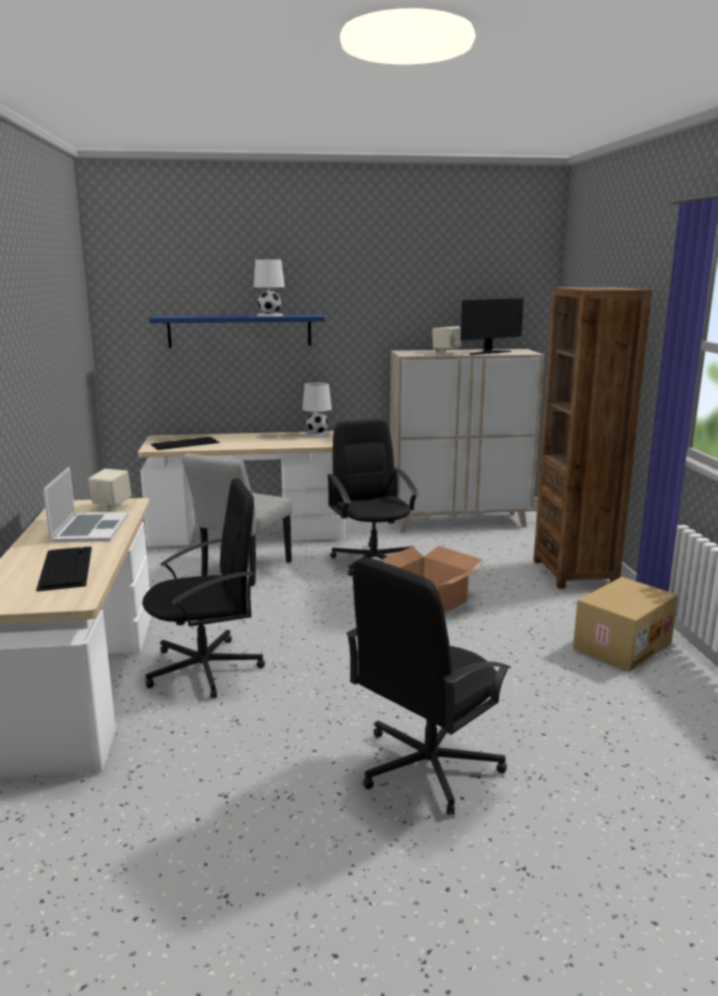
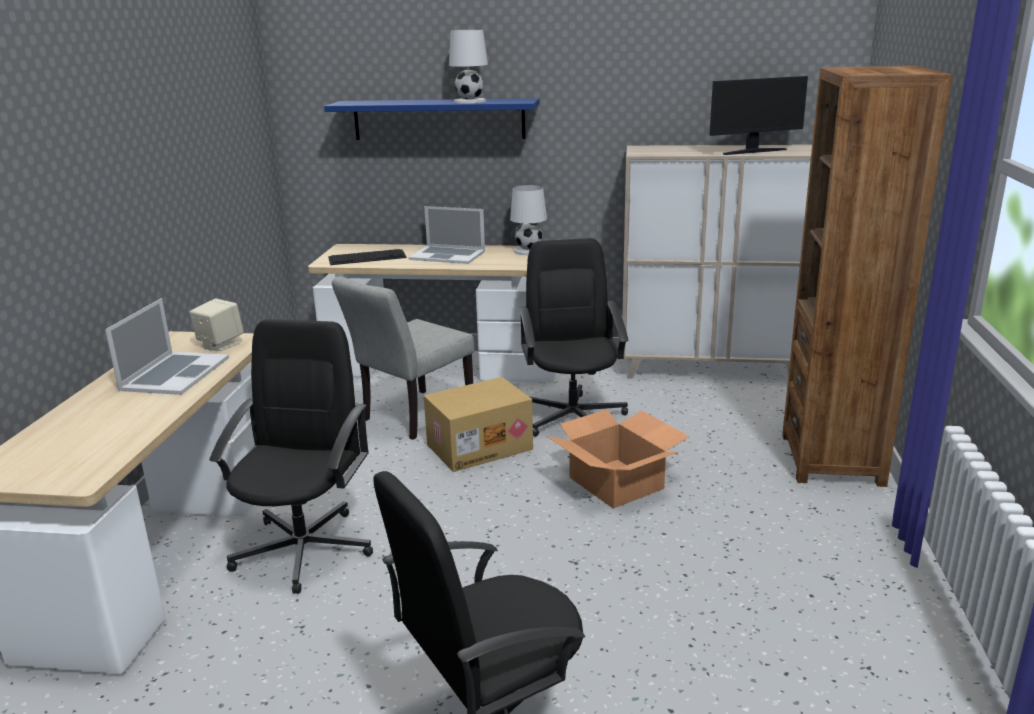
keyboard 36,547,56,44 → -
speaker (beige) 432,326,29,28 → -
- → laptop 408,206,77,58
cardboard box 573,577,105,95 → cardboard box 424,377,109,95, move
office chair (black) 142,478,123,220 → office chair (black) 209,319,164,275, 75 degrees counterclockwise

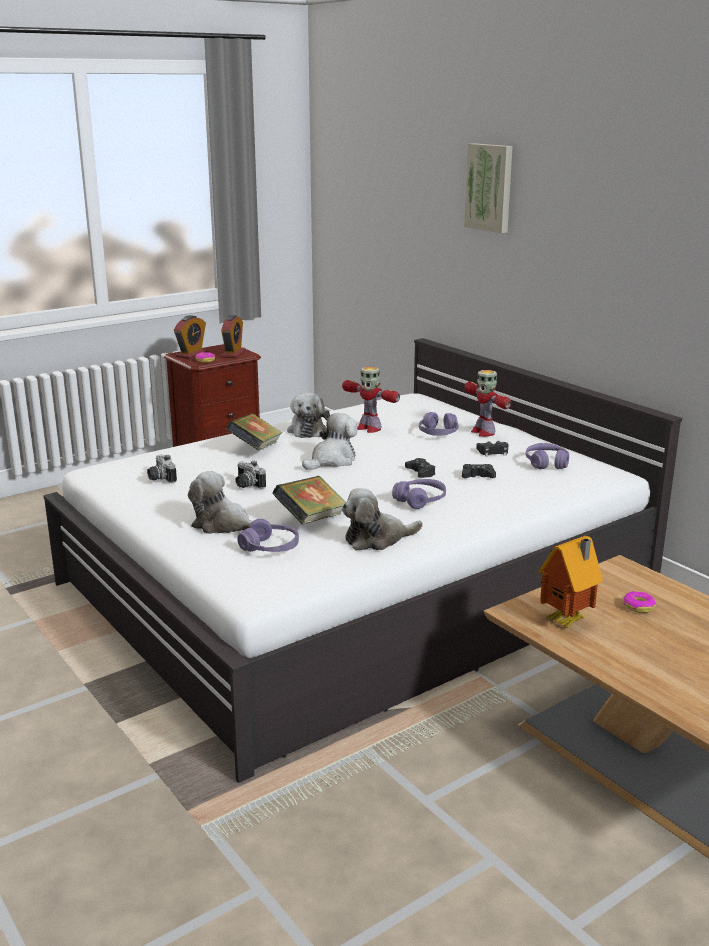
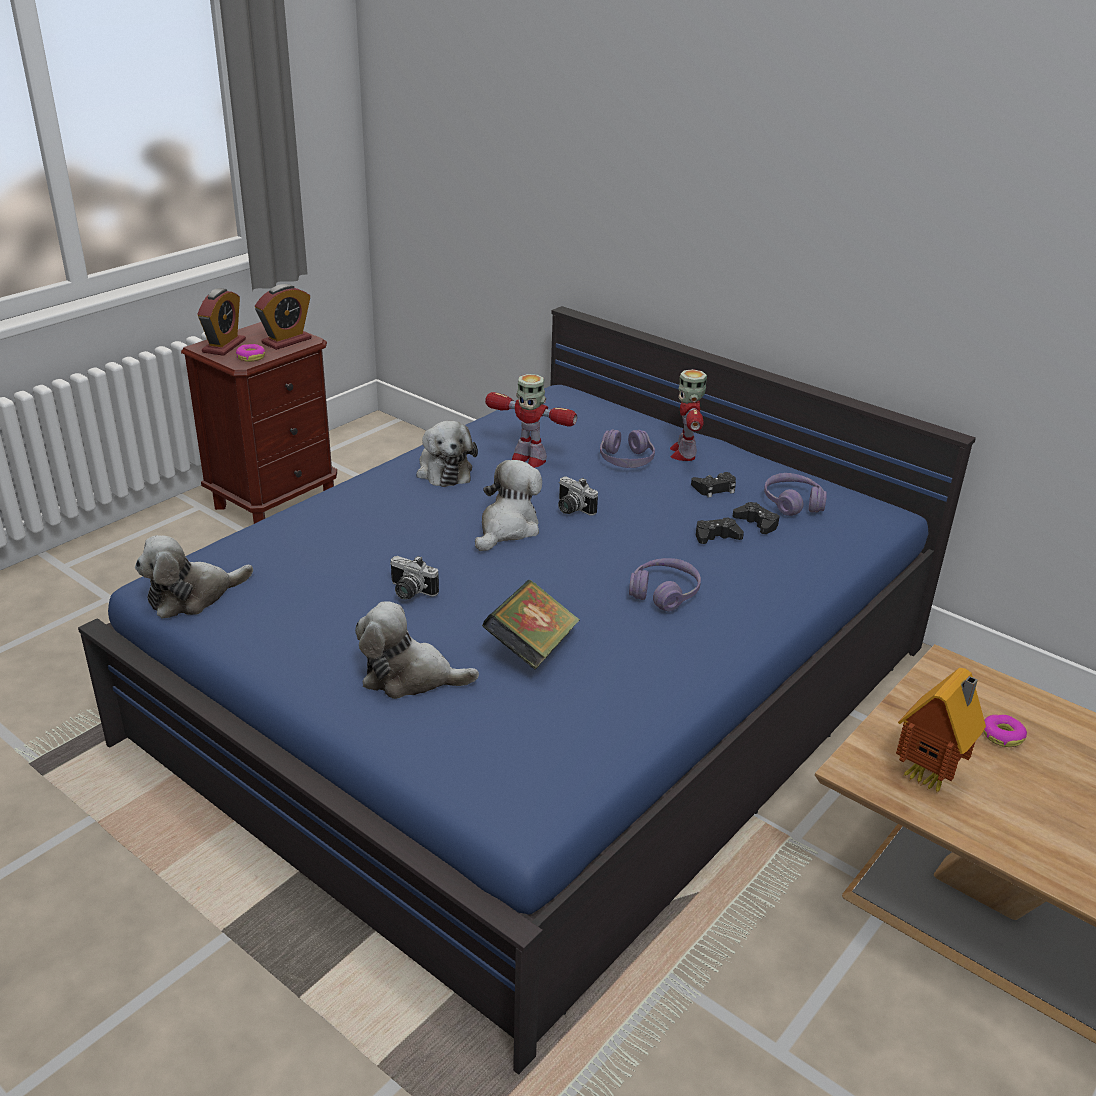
book 226,413,56,38 → -
headphones (purple) 237,519,62,33 → -
picture 464,143,49,90 → -
photo camera 147,455,30,28 → photo camera 558,477,40,39, move
plush toy 341,488,82,62 → plush toy 135,535,118,84, move
game controller (black) 405,458,31,20 → game controller (black) 733,502,47,32, move
bed (white) 43,338,639,445 → bed (blue) 78,306,898,769
alarm clock 221,315,25,43 → alarm clock 255,284,57,66, 45 degrees clockwise
toy robot 464,370,47,67 → toy robot 670,369,37,92, 45 degrees clockwise

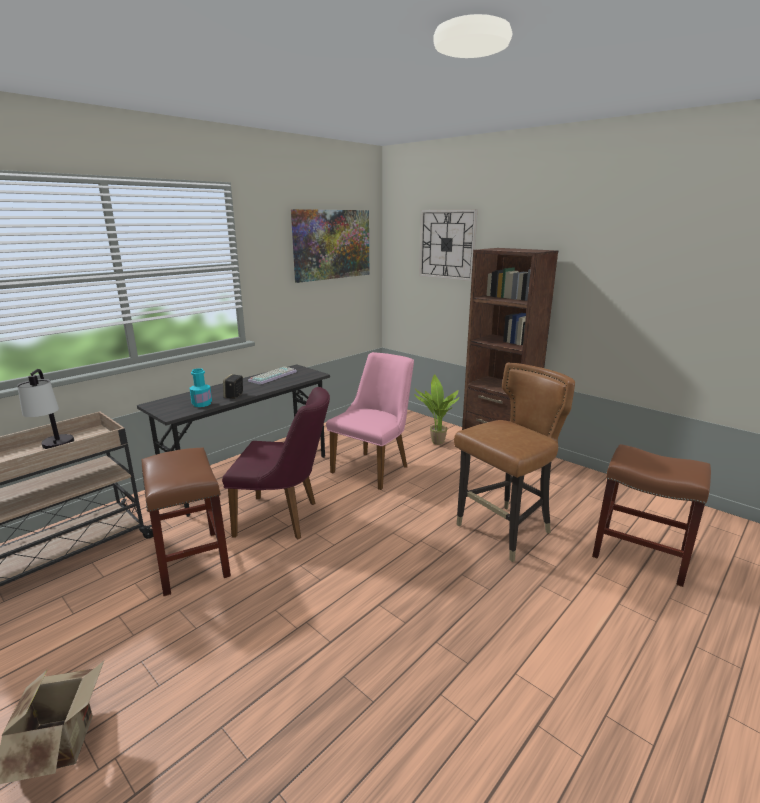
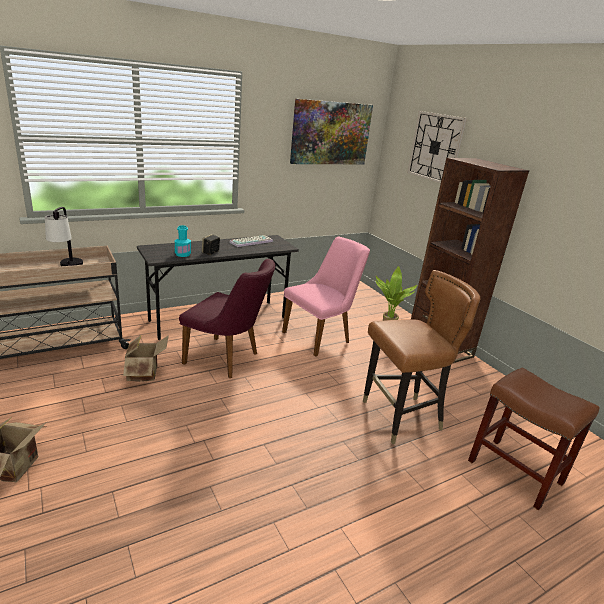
stool (brown) 142,448,89,148 → cardboard box 123,335,46,47

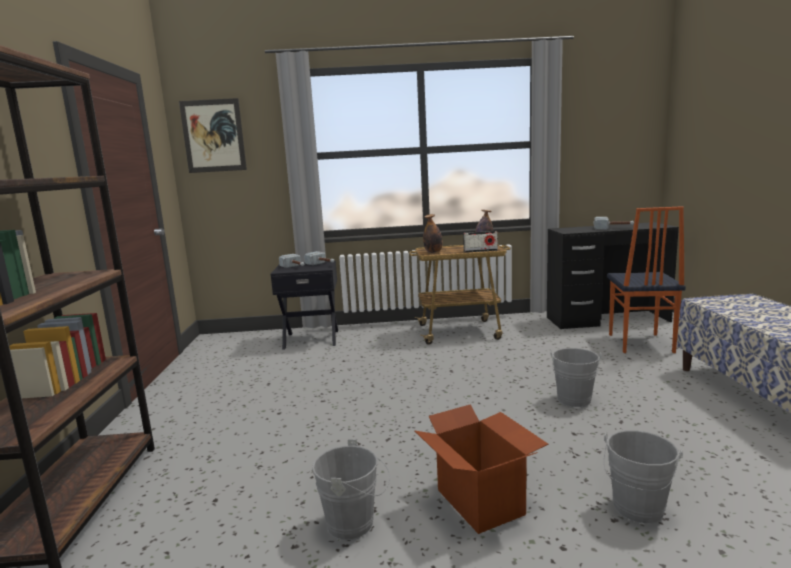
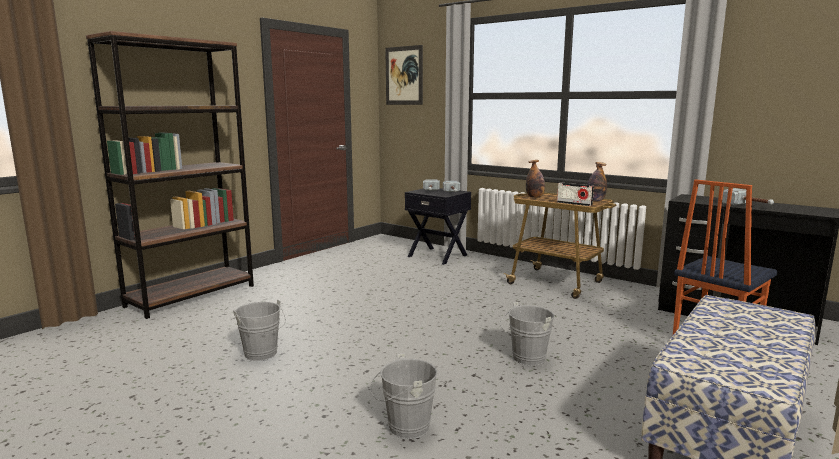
cardboard box 414,404,135,130 → -

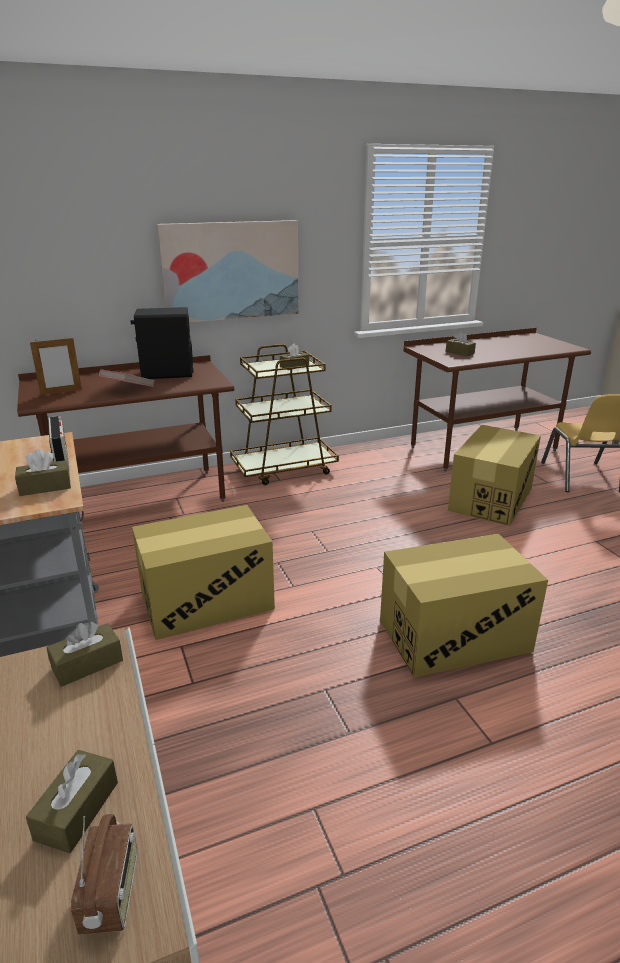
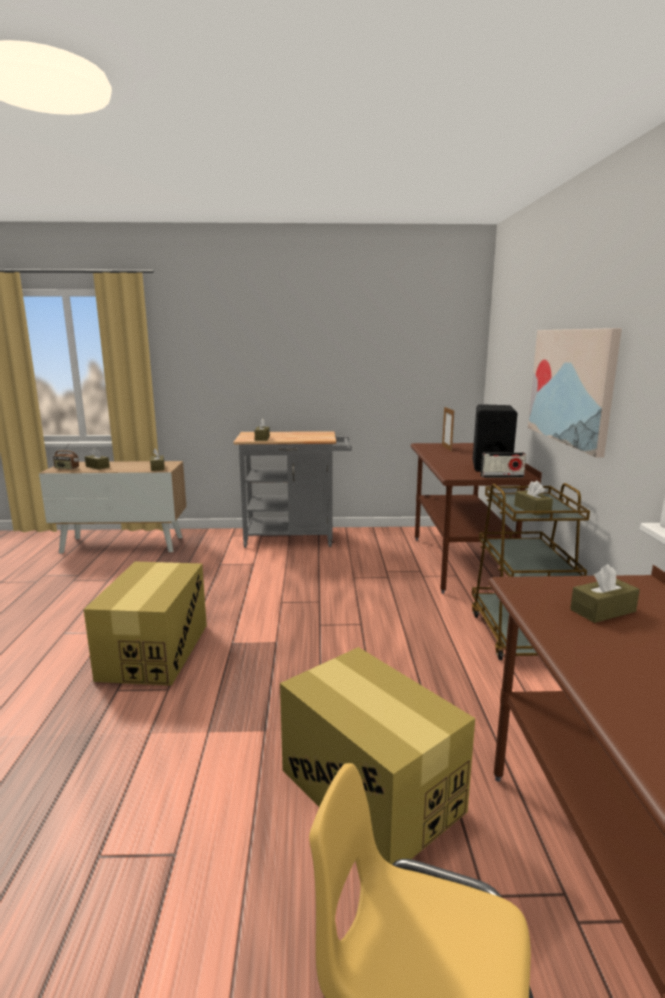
book (pink) 99,369,56,18 → -
cardboard box 132,505,143,135 → -
radio 48,416,22,54 → radio 481,453,45,25, move

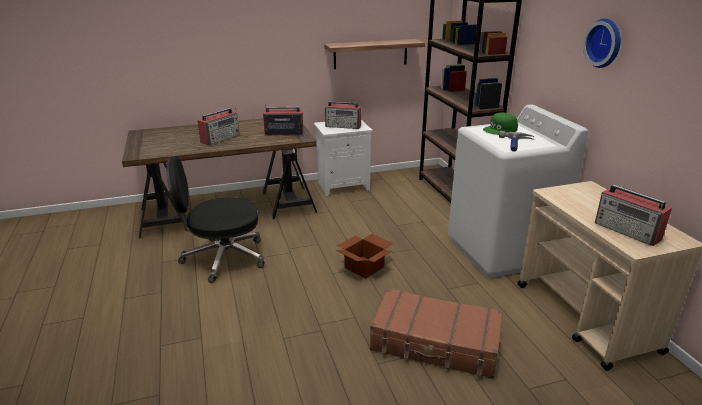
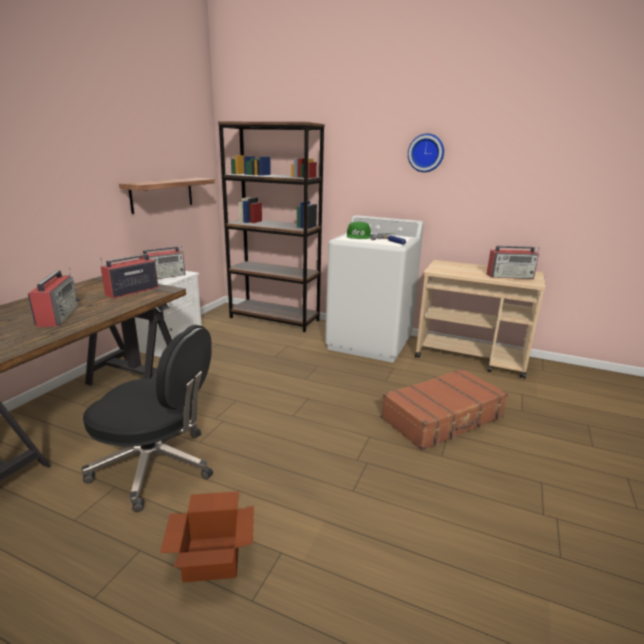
cardboard box 336,234,57,45 → cardboard box 160,491,94,92, move
office chair (black) 166,156,99,127 → office chair (black) 81,325,132,187, 105 degrees counterclockwise

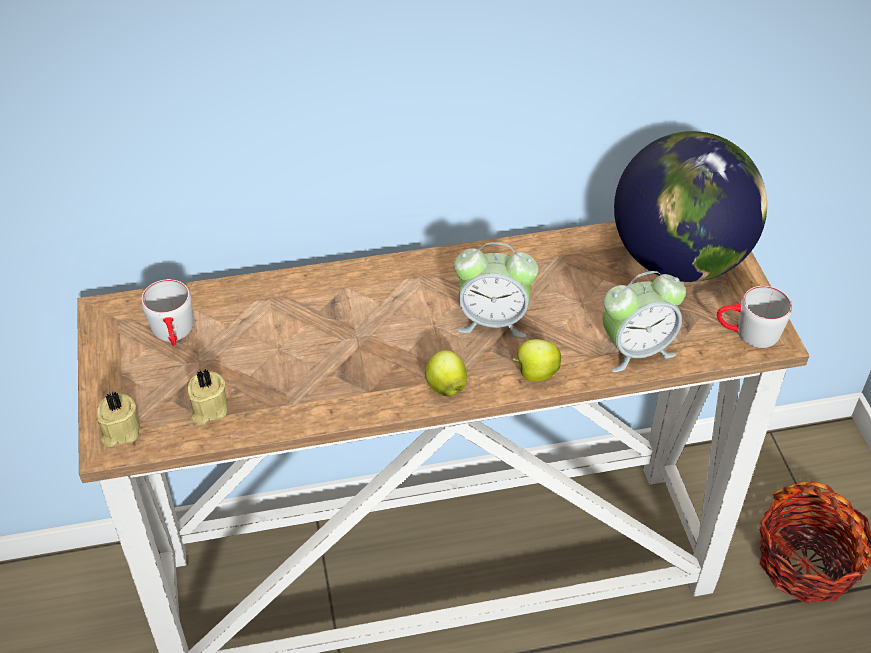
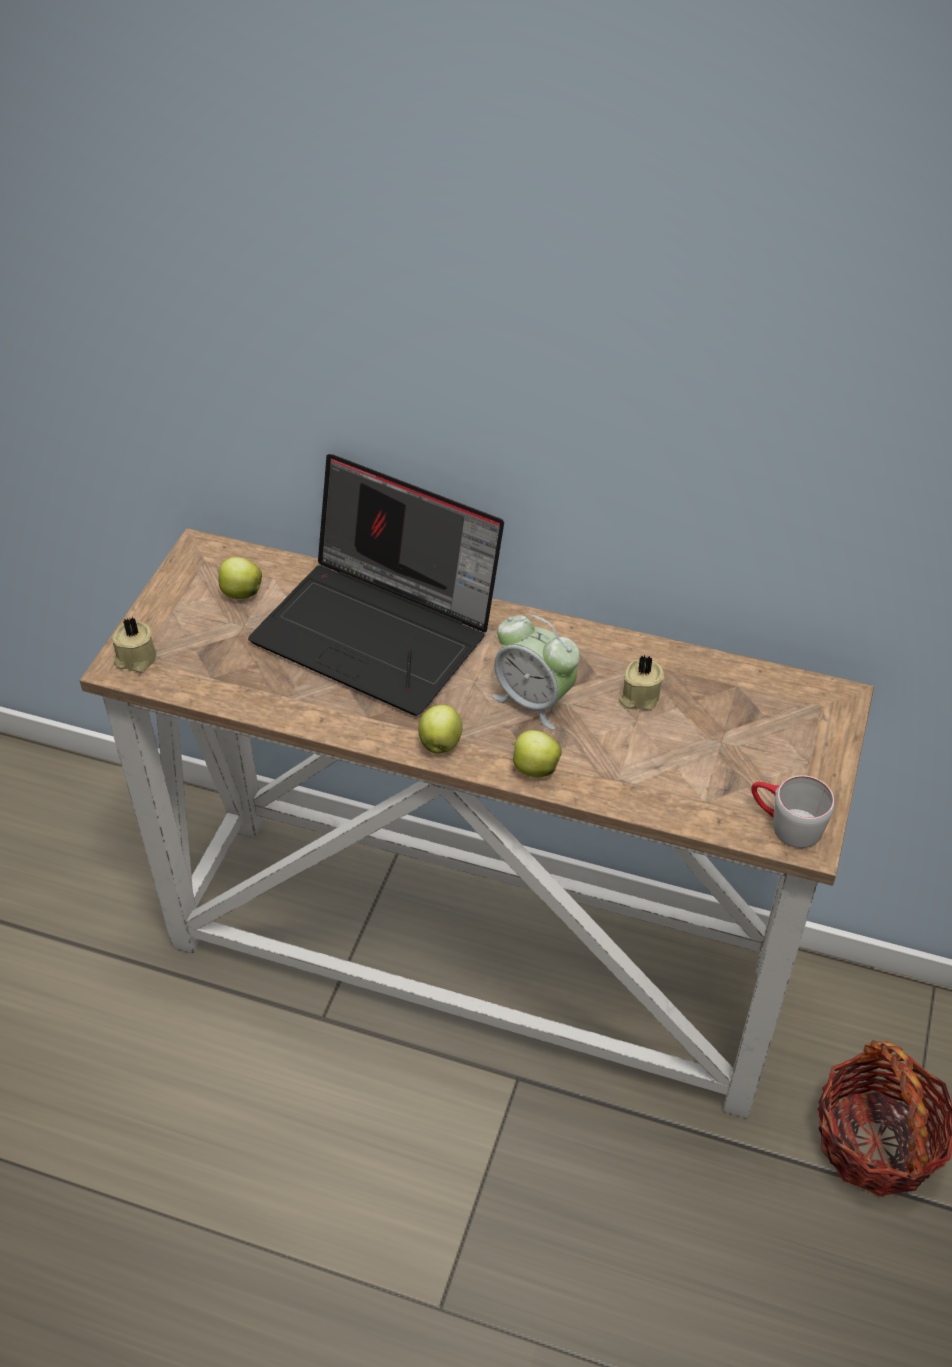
alarm clock 603,271,83,101 → -
globe 614,131,153,151 → -
- → laptop 248,454,256,262
candle (beige) 188,369,40,56 → candle (beige) 619,655,45,56, move
mug (grey) 141,279,52,68 → apple 217,557,45,42

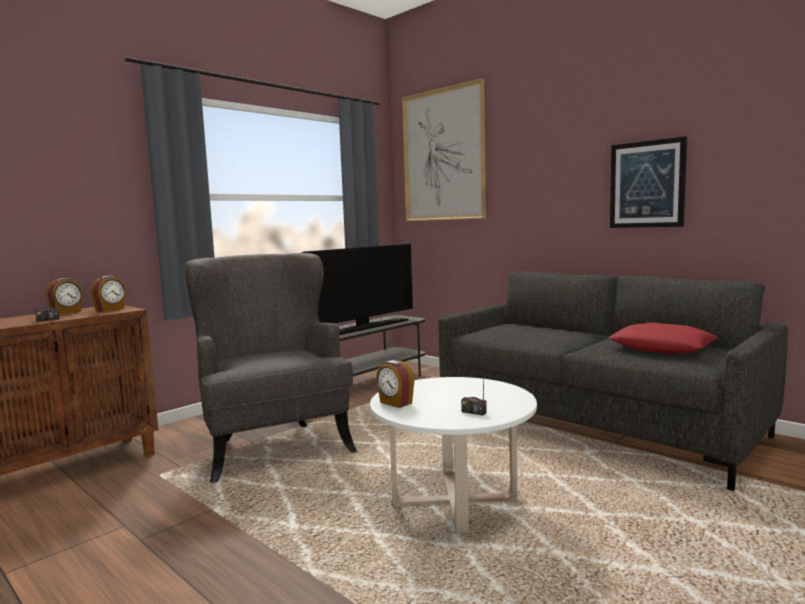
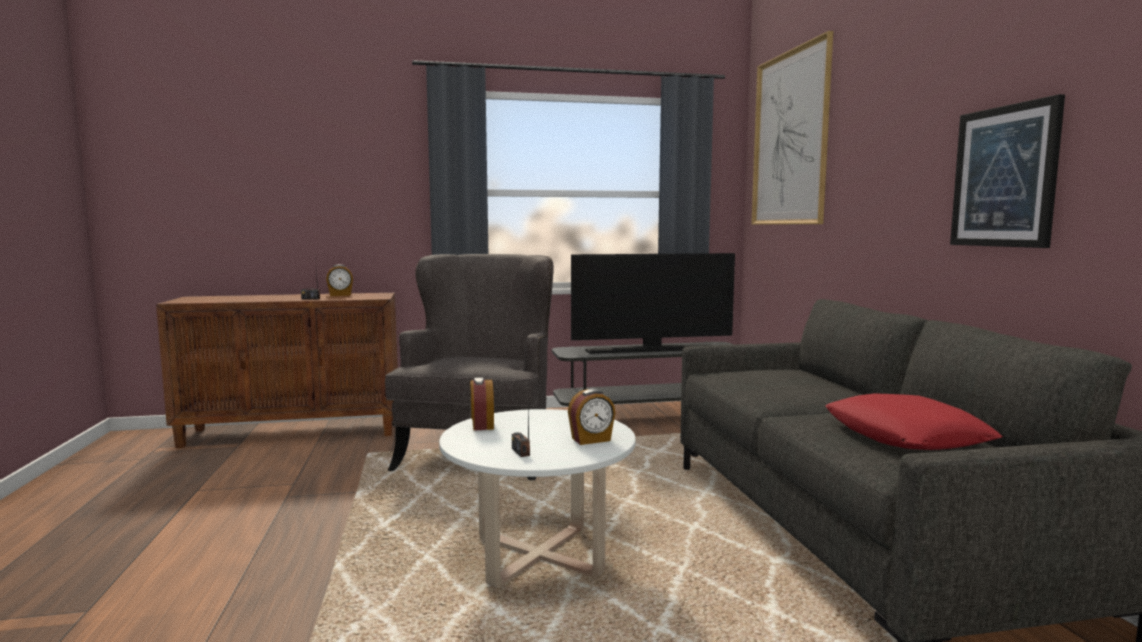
alarm clock 90,276,36,36 → alarm clock 568,389,47,56, move

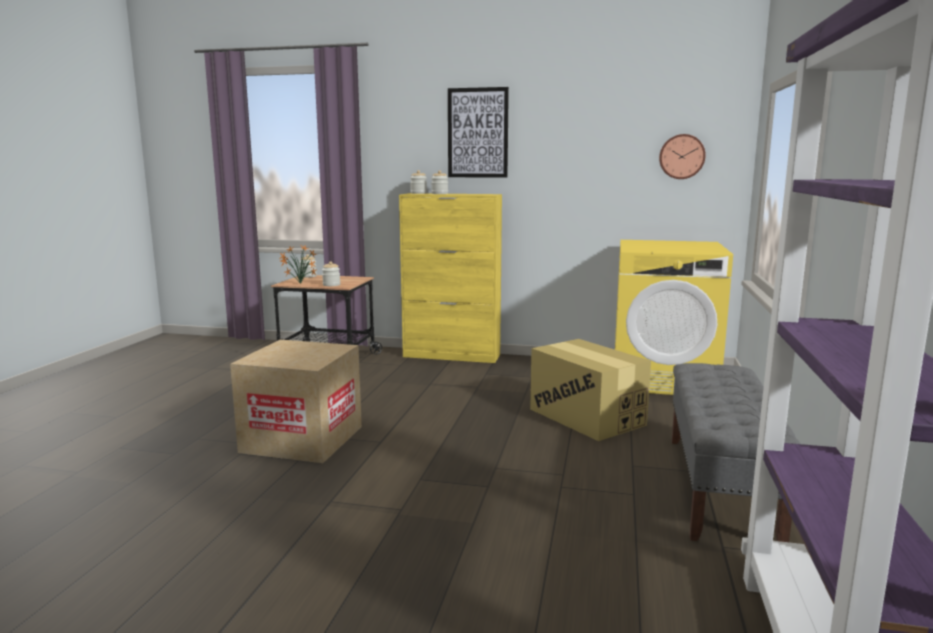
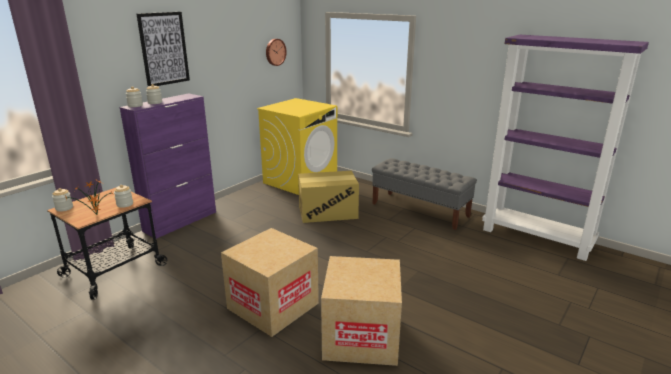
- → cardboard box 321,256,81,110
cabinet (yellow) 399,193,103,170 → cabinet (purple) 120,93,96,146

